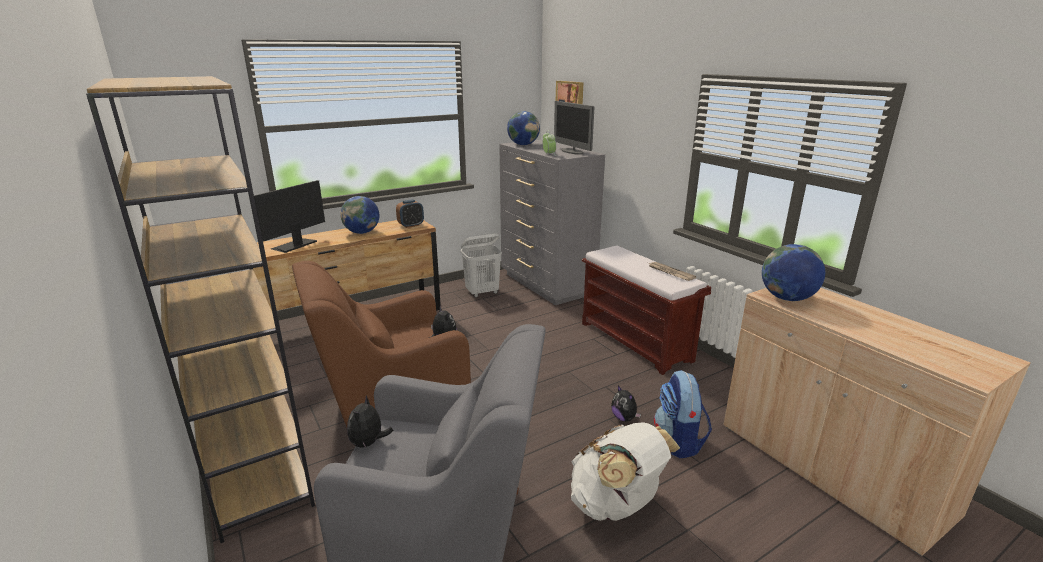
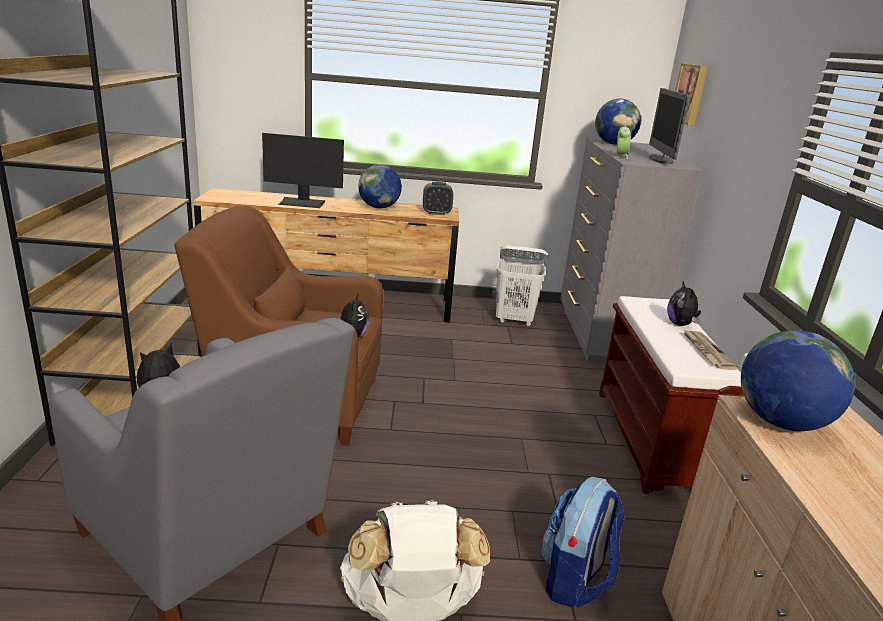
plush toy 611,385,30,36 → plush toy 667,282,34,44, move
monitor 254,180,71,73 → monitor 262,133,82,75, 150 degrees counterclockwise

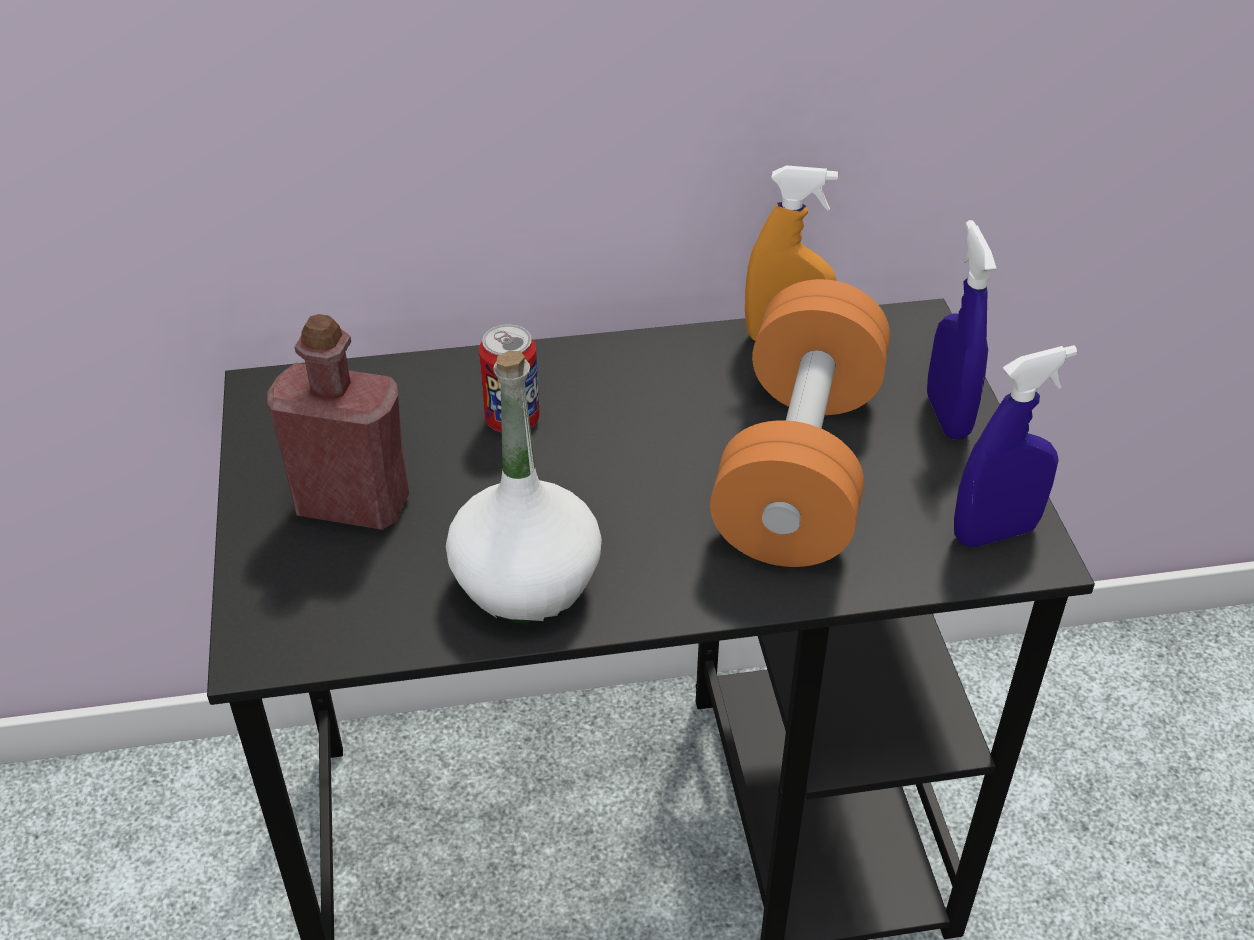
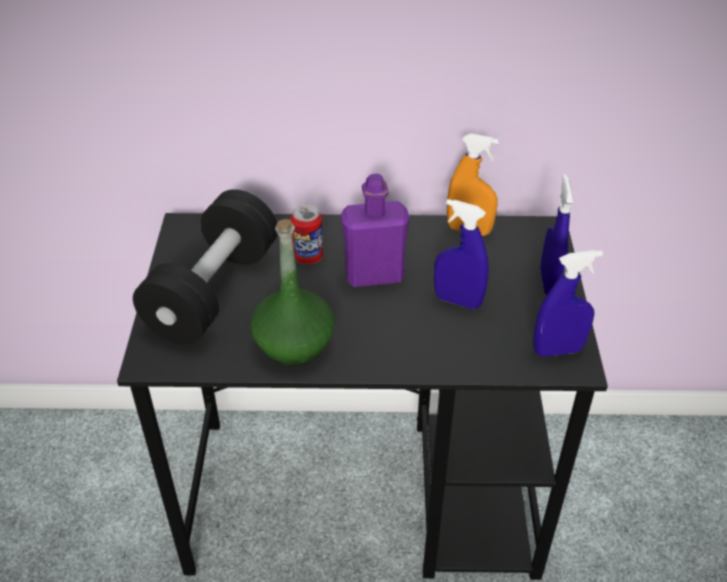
- → bottle (purple) 341,174,68,113
bottle (red) 267,314,142,216 → dumbbell (black) 133,189,145,155
dumbbell (orange) 710,279,180,288 → spray bottle (blue) 434,199,55,110
bottle (white) 446,351,156,273 → bottle (green) 251,219,83,147

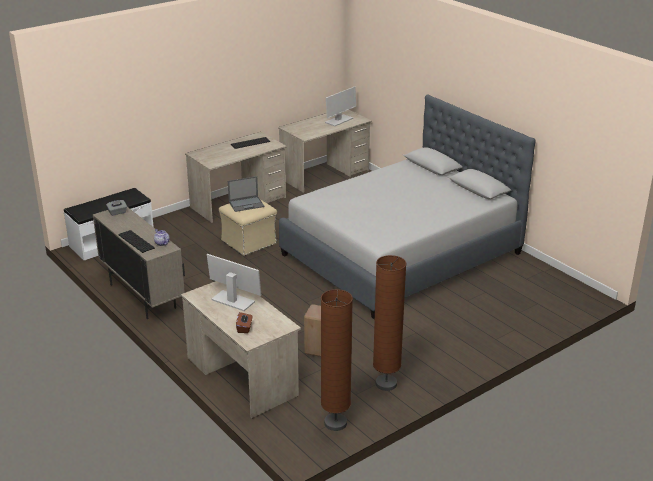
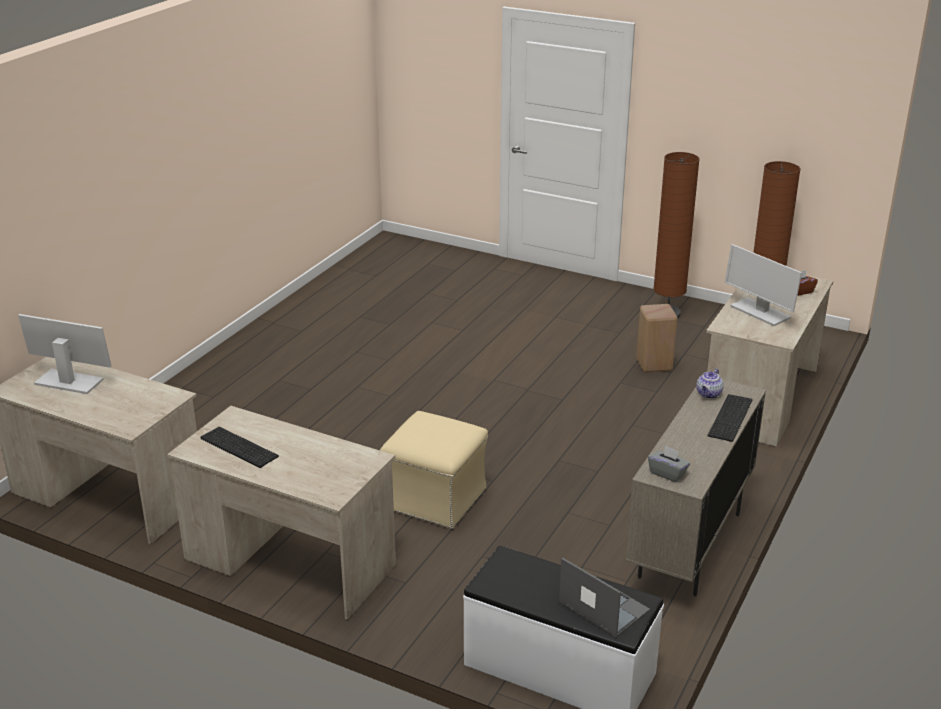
bed (grey) 279,95,257,224 → -
laptop 228,176,37,36 → laptop 559,557,91,80, move
monitor 207,254,54,57 → monitor 725,244,77,82, 45 degrees counterclockwise

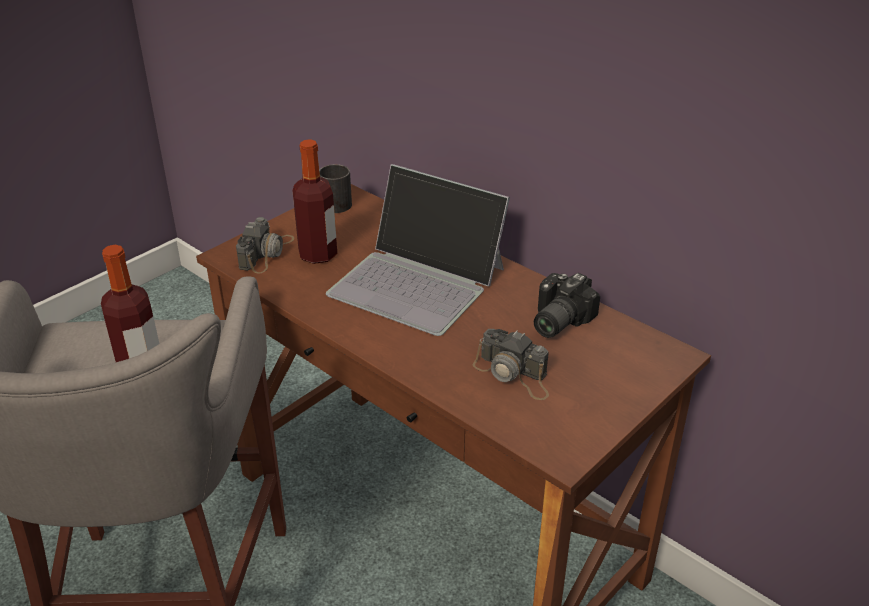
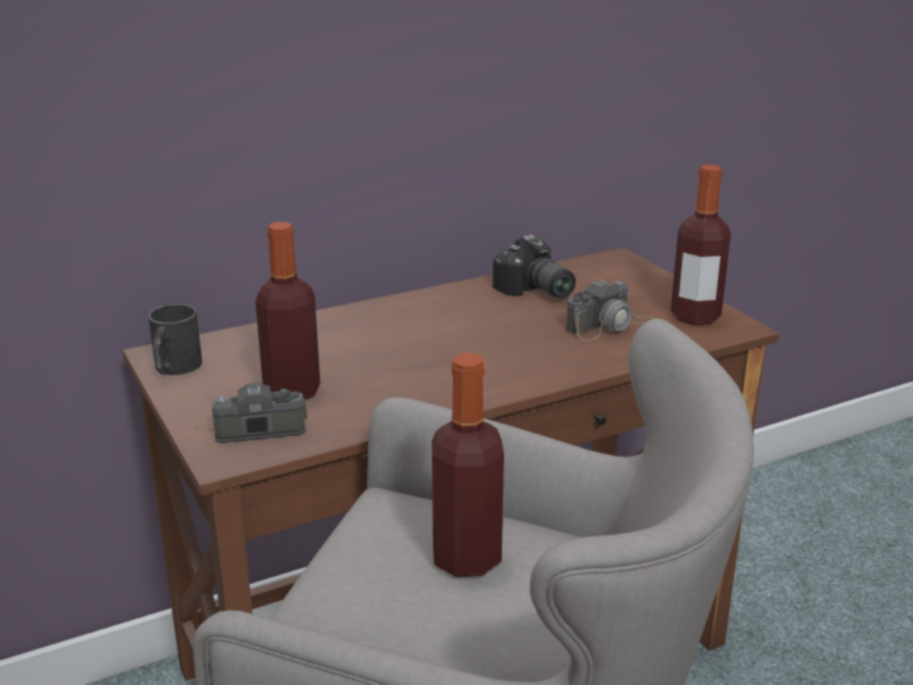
laptop 326,164,184,172 → -
- → bottle 671,165,60,160
photo camera 236,217,58,56 → photo camera 194,383,113,60, 45 degrees counterclockwise

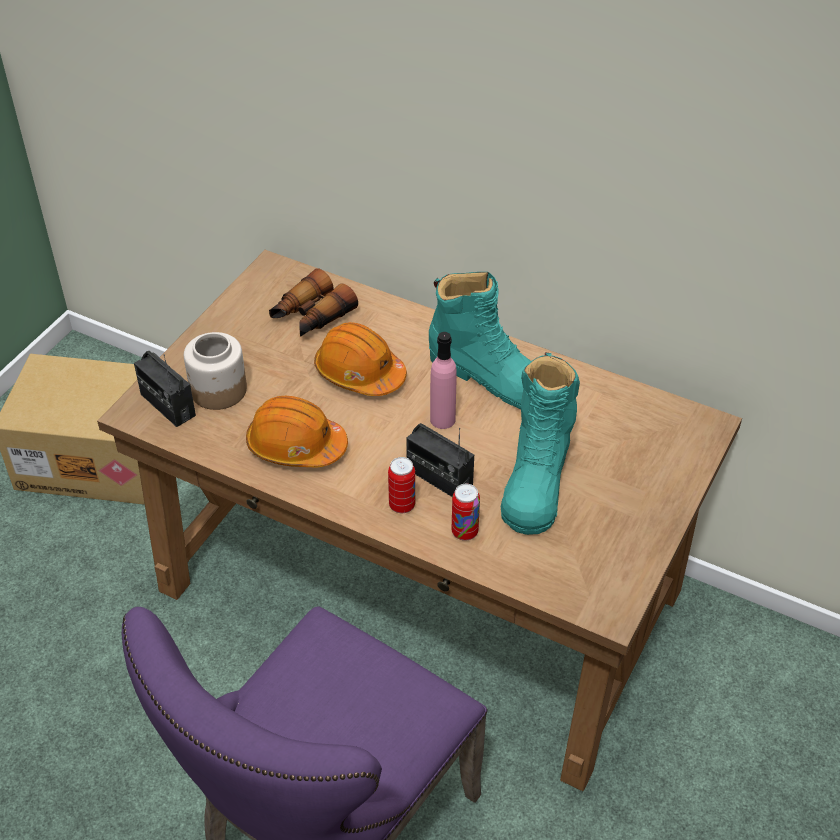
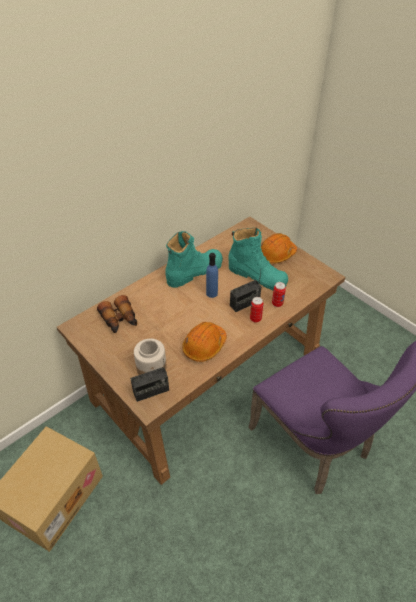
hard hat (orange) 314,322,93,74 → hard hat (orange) 261,233,36,31, move
bottle (pink) 430,332,27,97 → bottle (blue) 206,253,12,45

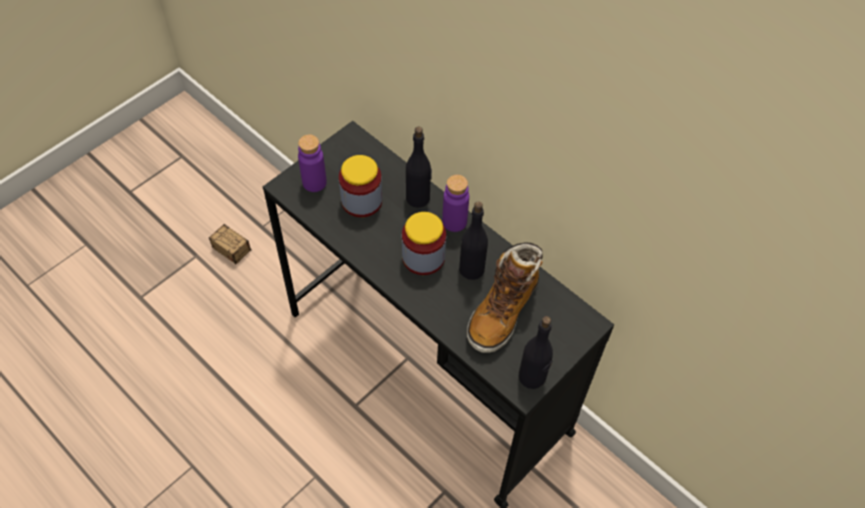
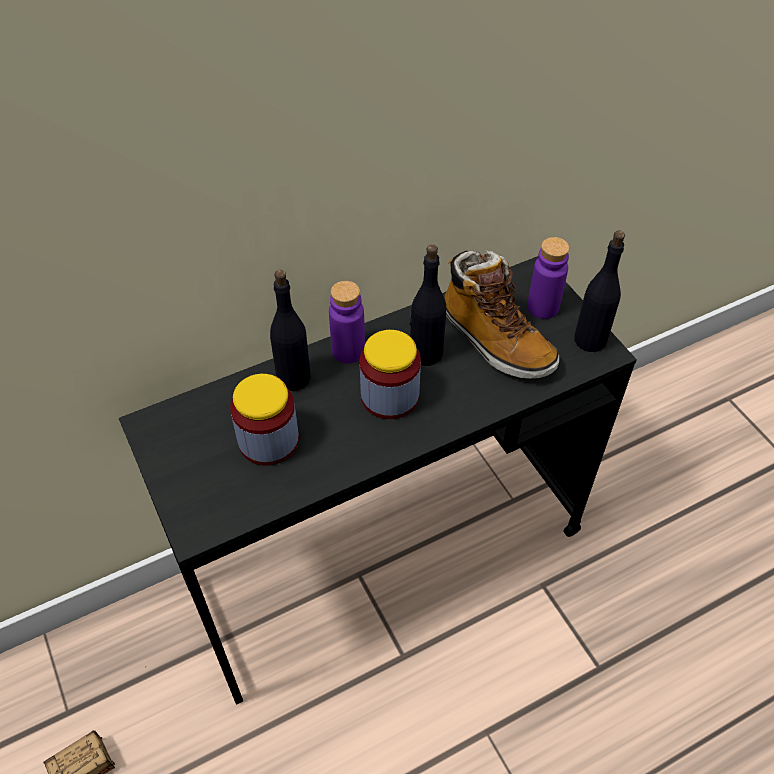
bottle (purple) 298,135,29,57 → bottle (purple) 527,237,42,82, move

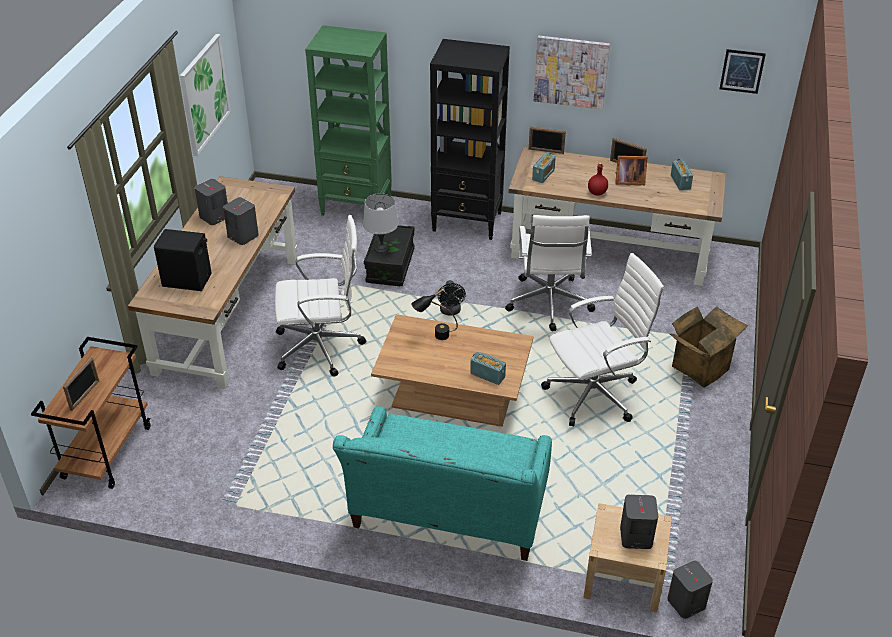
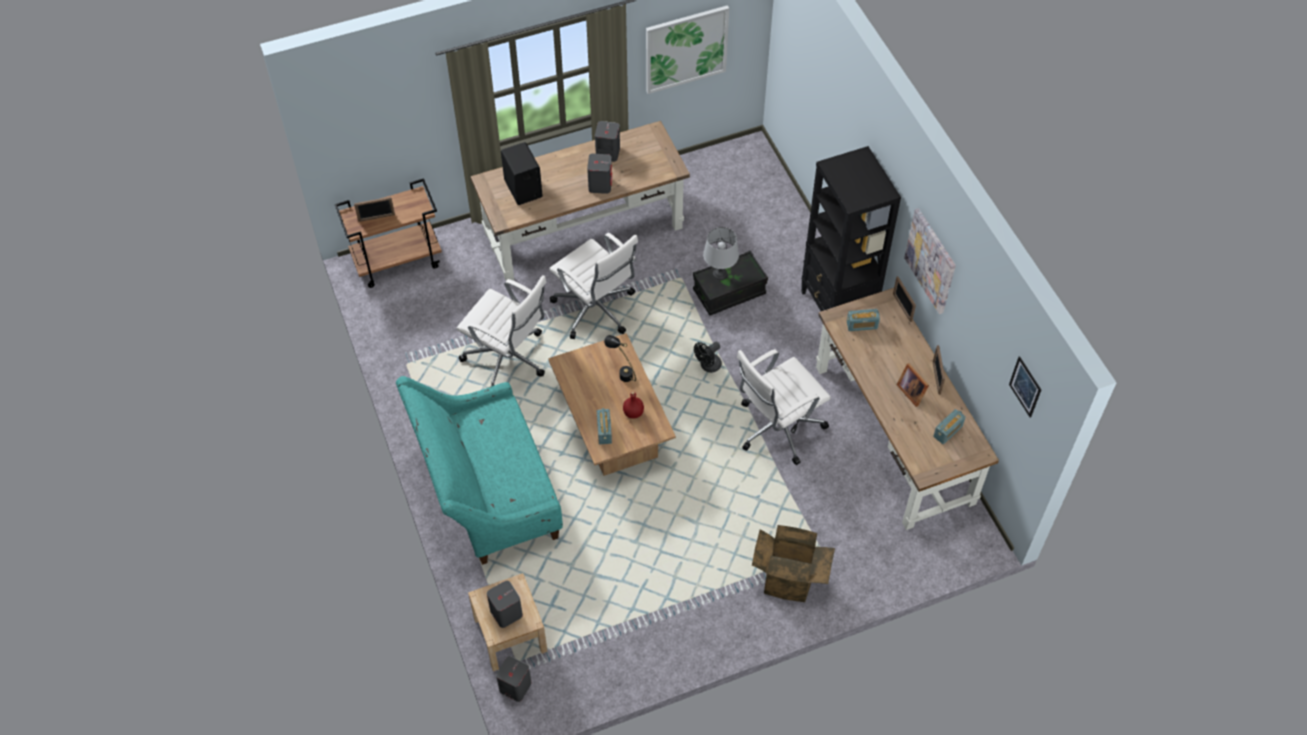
bookcase (green) 305,25,87,191 → -
office chair (white) 541,253,123,173 → office chair (white) 456,275,91,111, move
bottle (red) 588,162,20,34 → bottle (red) 623,391,21,28, move

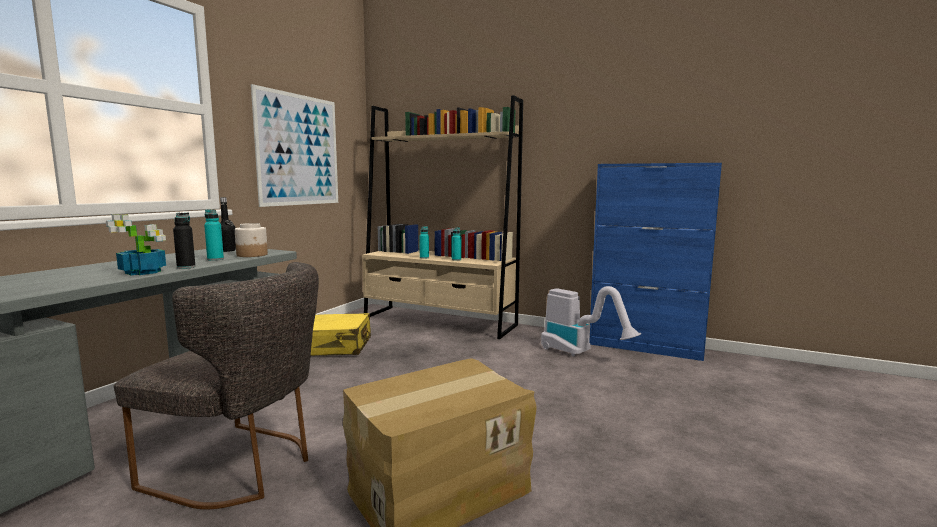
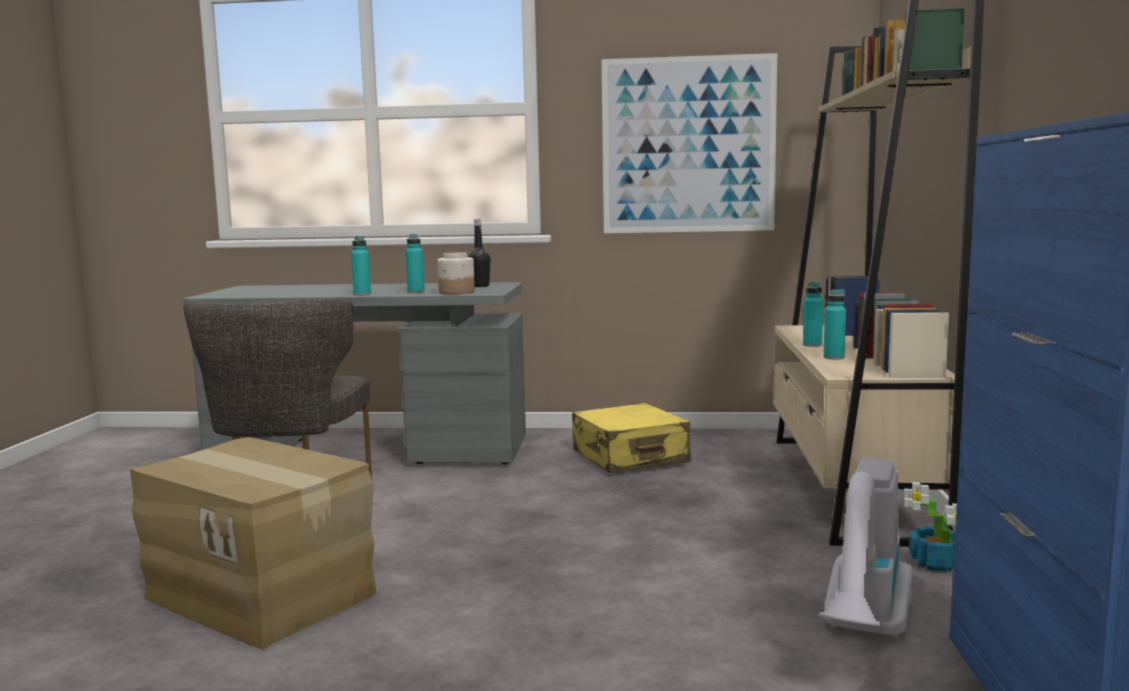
potted plant 106,215,60,60 → potted plant 904,482,53,90, move
bottle (black) 173,213,23,56 → bottle (turquoise) 351,236,20,60

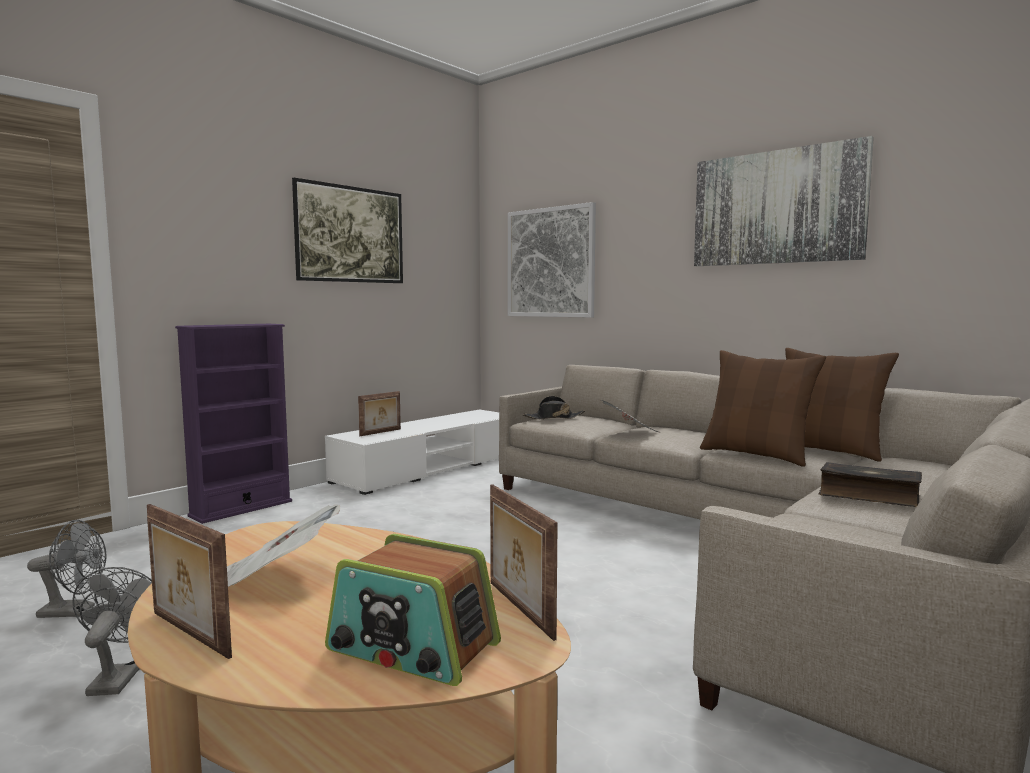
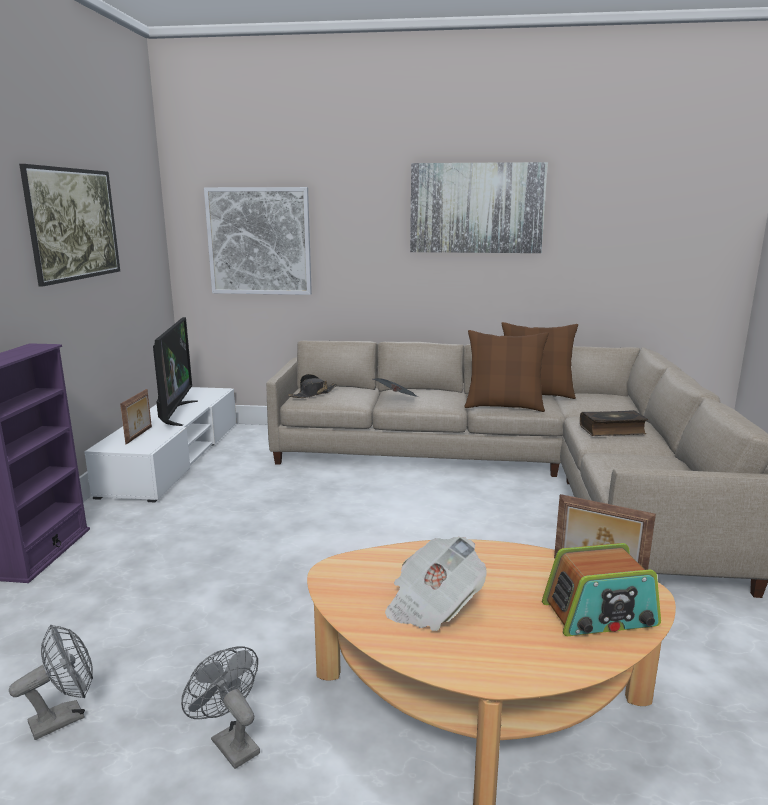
picture frame 147,504,85,155 → -
- → television 153,317,45,109

